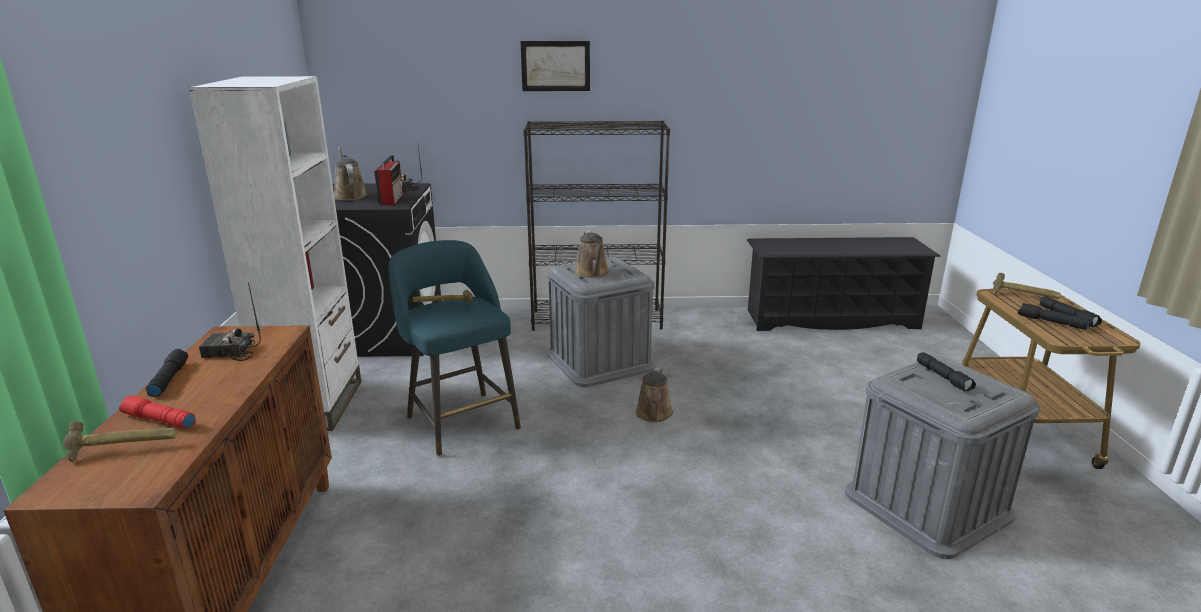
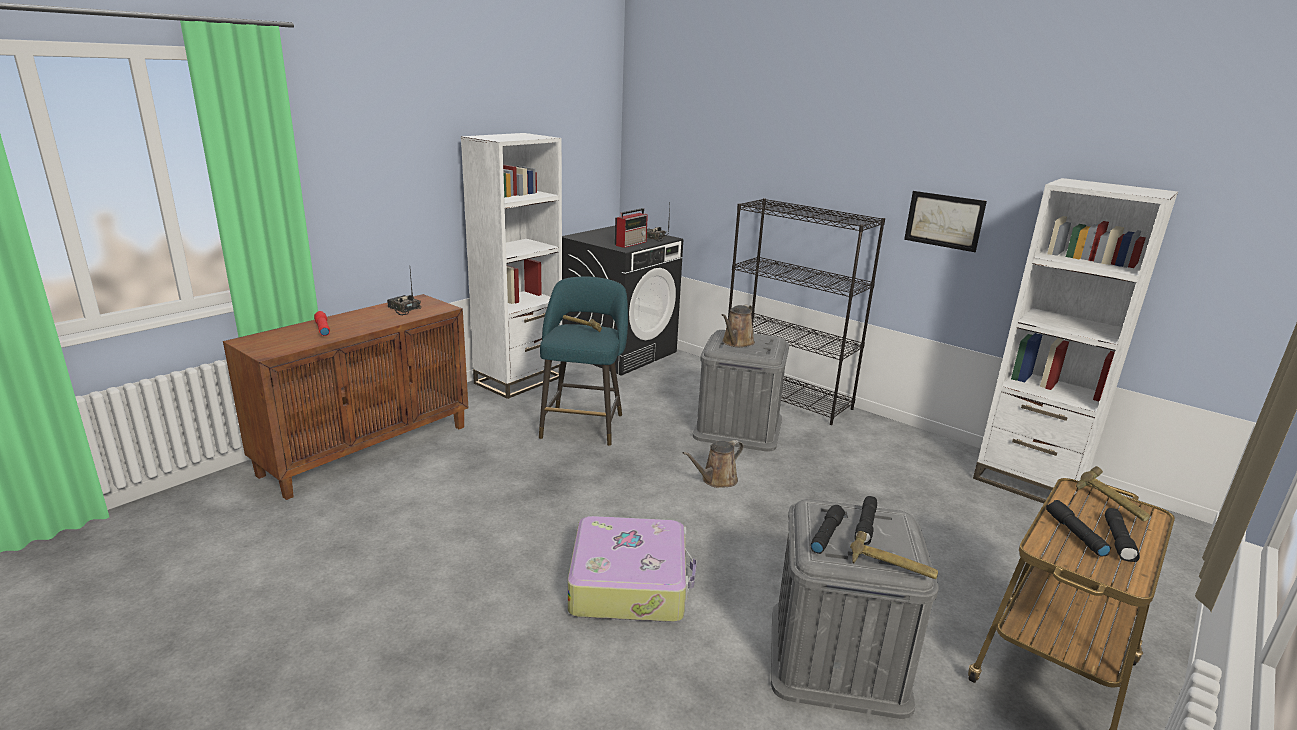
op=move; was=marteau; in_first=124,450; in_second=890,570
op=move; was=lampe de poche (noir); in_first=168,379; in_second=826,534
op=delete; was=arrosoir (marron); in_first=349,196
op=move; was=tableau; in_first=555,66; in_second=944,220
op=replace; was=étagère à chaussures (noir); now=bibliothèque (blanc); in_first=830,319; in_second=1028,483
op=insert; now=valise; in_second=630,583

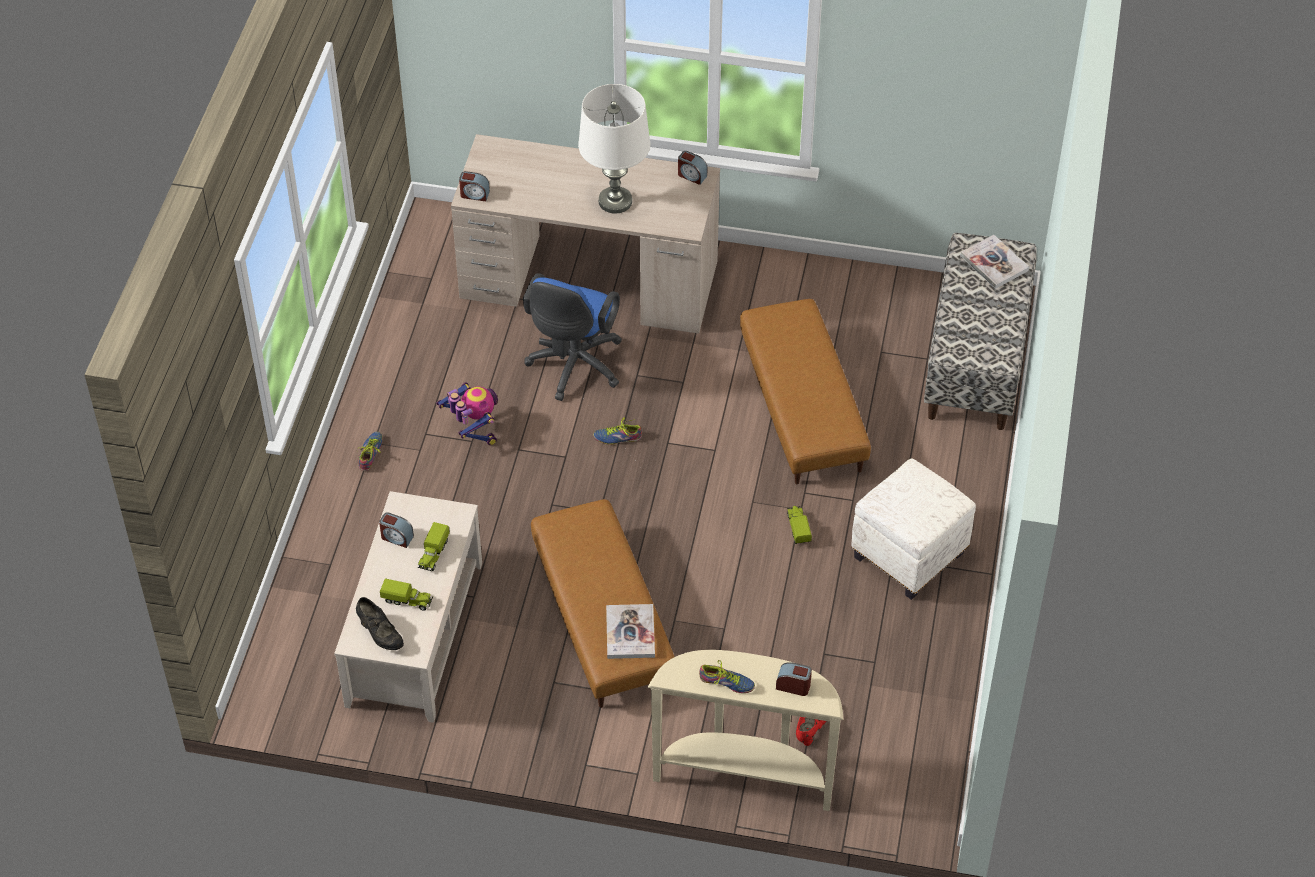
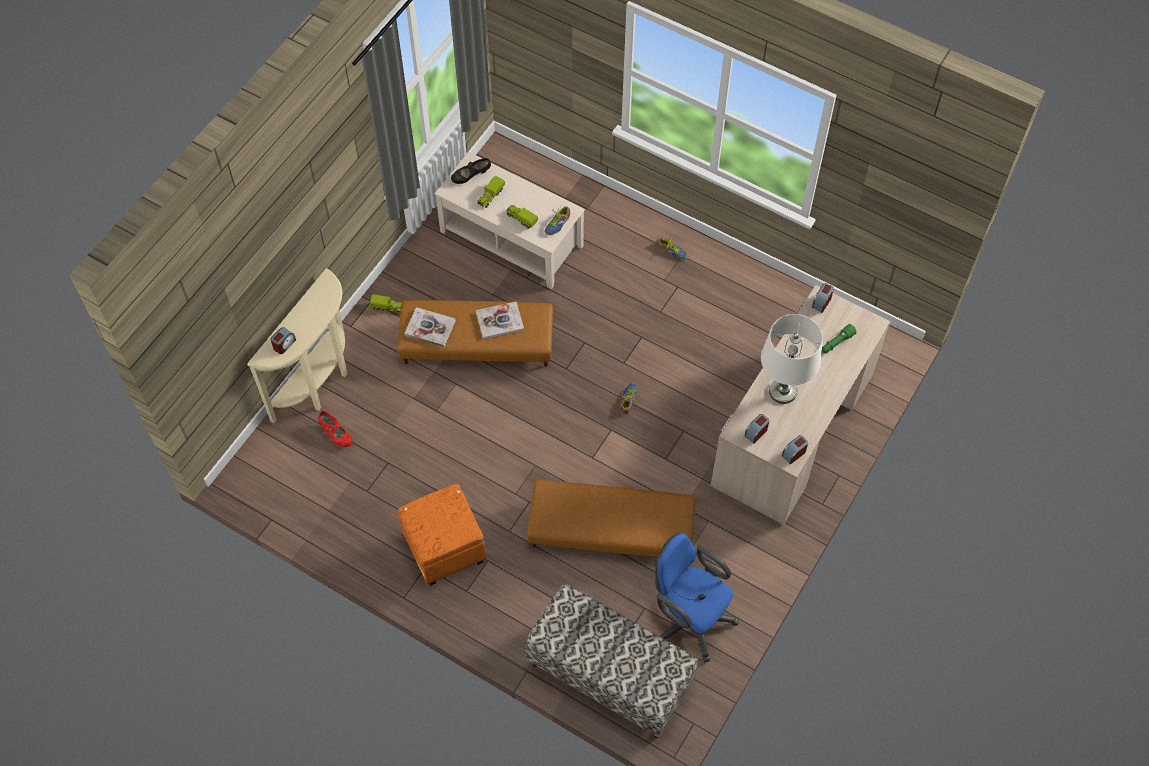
op=move; was=réveil; in_first=396,537; in_second=756,432
op=delete; was=robot jouet; in_first=472,430
op=move; was=chaise de bureau (bleu); in_first=573,368; in_second=689,618
op=move; was=chaussure; in_first=726,684; in_second=556,223
op=move; was=camion jouet; in_first=798,529; in_second=388,307
op=recolor; was=pouf (blanc); now=pouf (orange); in_first=909,554; in_second=445,549
op=move; was=livre; in_first=994,263; in_second=500,321
op=insert; now=lampe de poche (vert); in_second=836,343

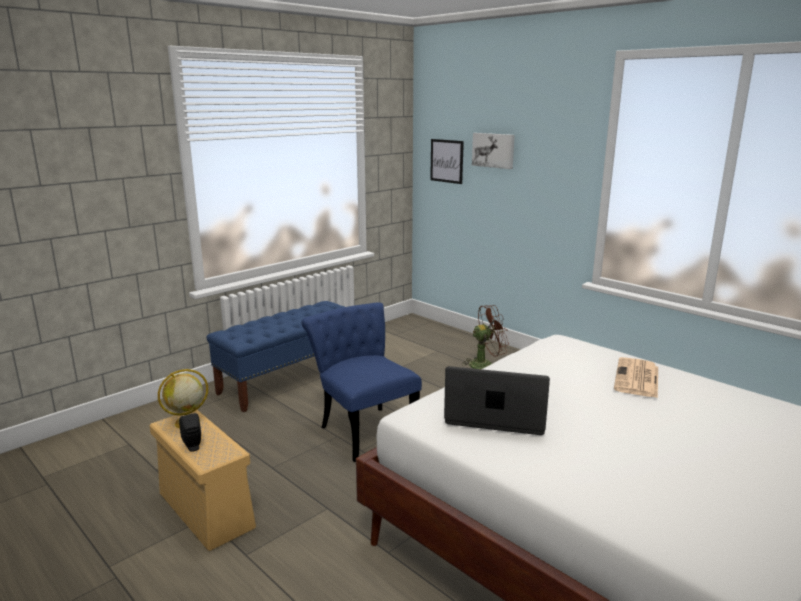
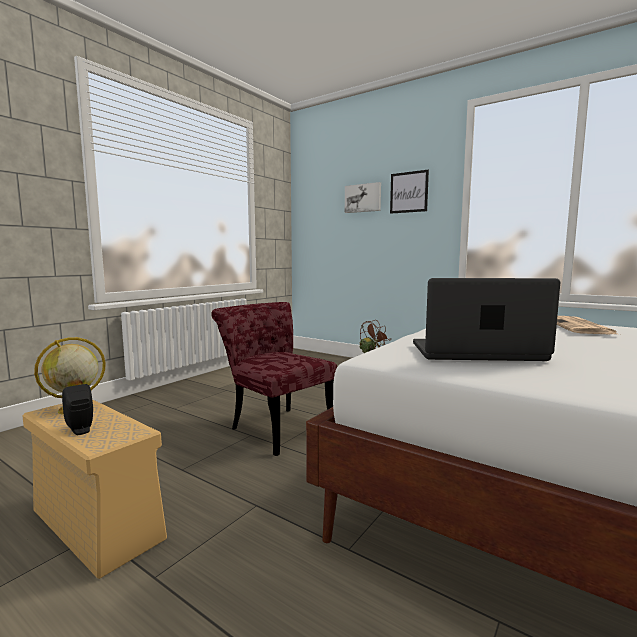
op=delete; was=banc (bleu); in_first=289,380
op=recolor; was=chaise (bleu); now=chaise (rouge); in_first=363,428; in_second=276,426
op=move; was=tableau; in_first=446,161; in_second=409,192

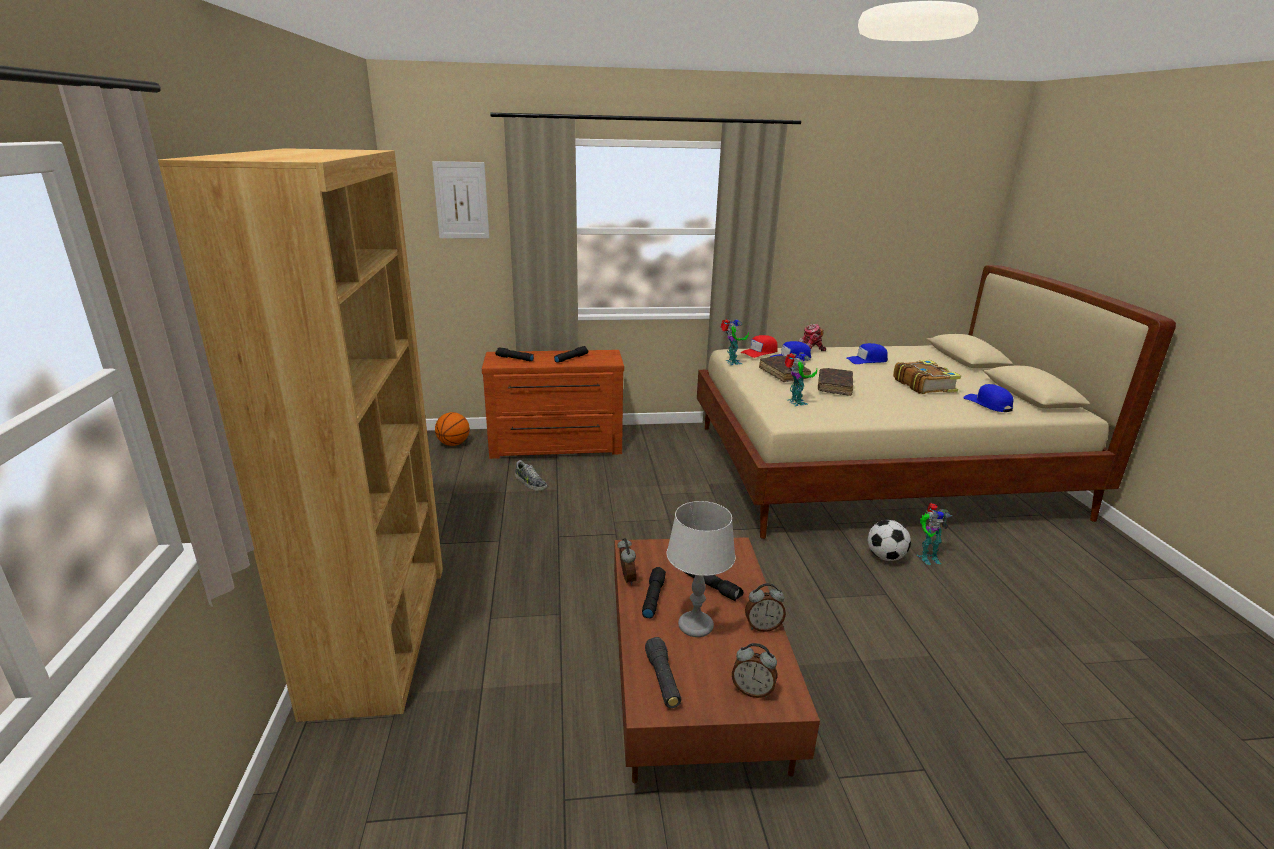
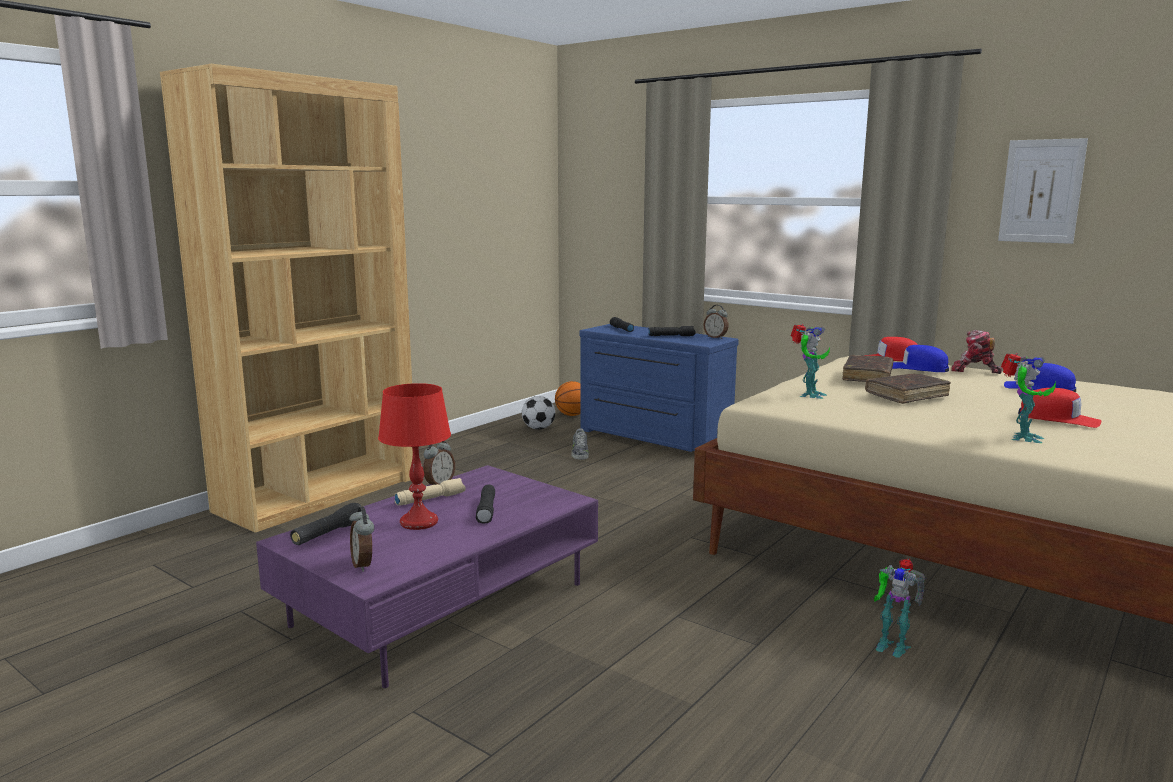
op=move; was=tableau; in_first=461,200; in_second=1041,191
op=recolor; was=commode (marron); now=commode (bleu); in_first=556,447; in_second=652,438
op=recolor; was=table basse (marron); now=table basse (violet); in_first=692,679; in_second=441,603
op=recolor; was=lampe de poche (noir); now=lampe de poche (beige); in_first=652,597; in_second=430,499
op=recolor; was=lampe de table (gris); now=lampe de table (rouge); in_first=695,626; in_second=418,522
op=move; was=robot jouet; in_first=731,362; in_second=1022,438
op=move; was=réveil; in_first=763,626; in_second=715,337
op=move; was=ballon de foot; in_first=885,557; in_second=538,428
op=replace; was=livre; now=casquette (rouge); in_first=924,385; in_second=1059,419
op=delete; was=casquette (bleu); in_first=988,404

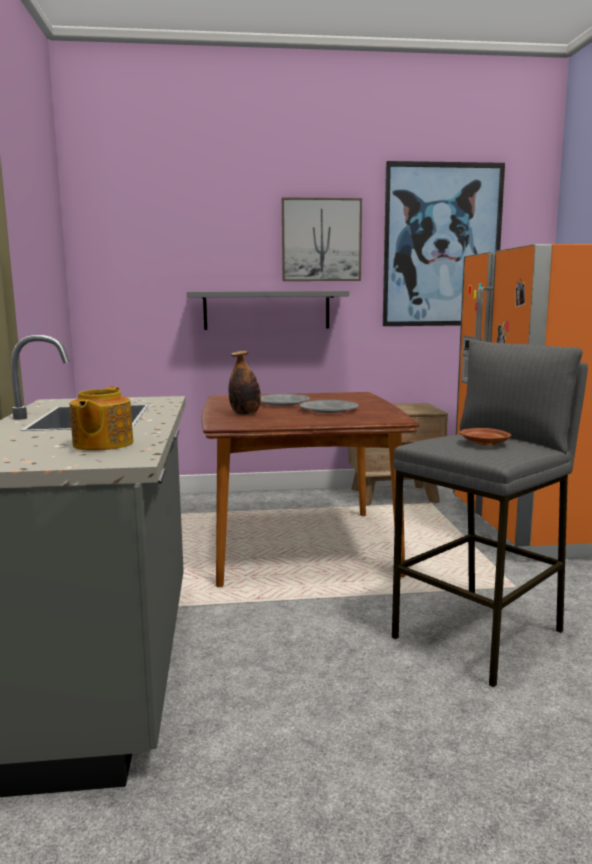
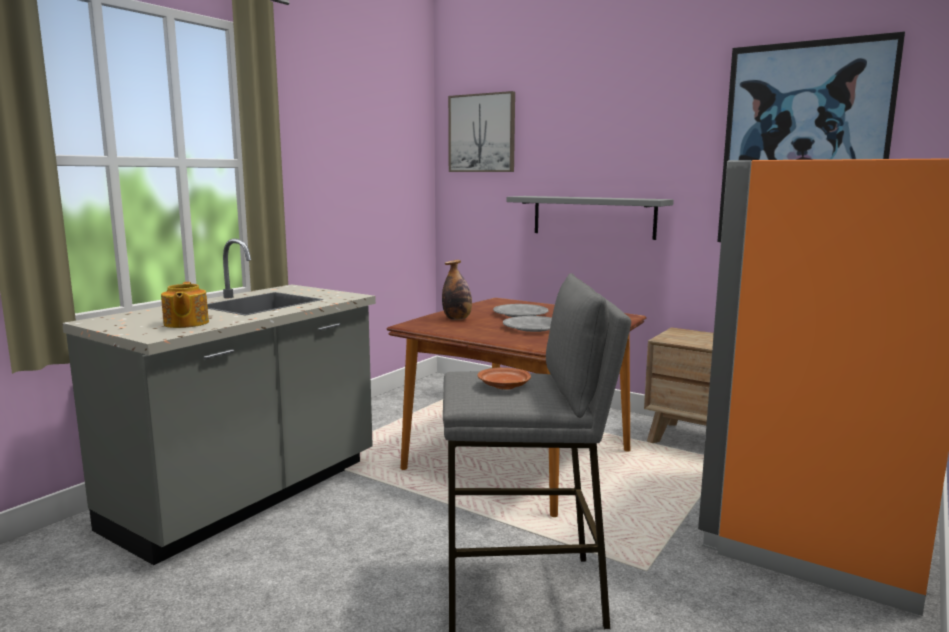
op=rotate; was=théière; in_first=102,444; in_second=185,323; clockwise=-60
op=move; was=tableau; in_first=321,240; in_second=482,133

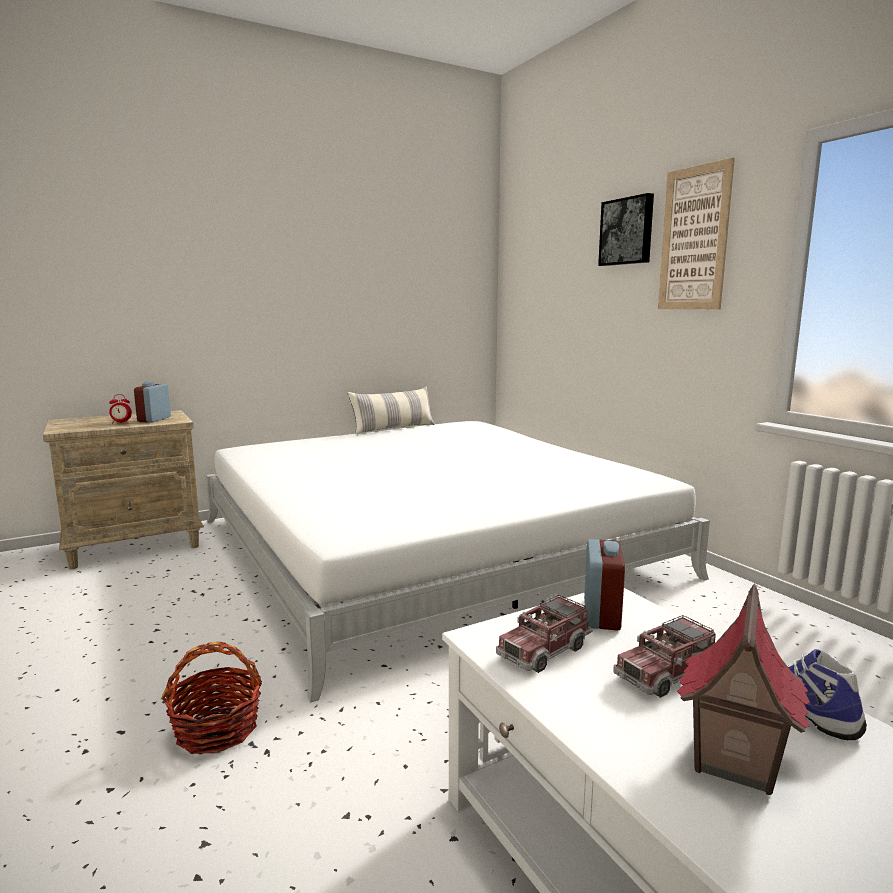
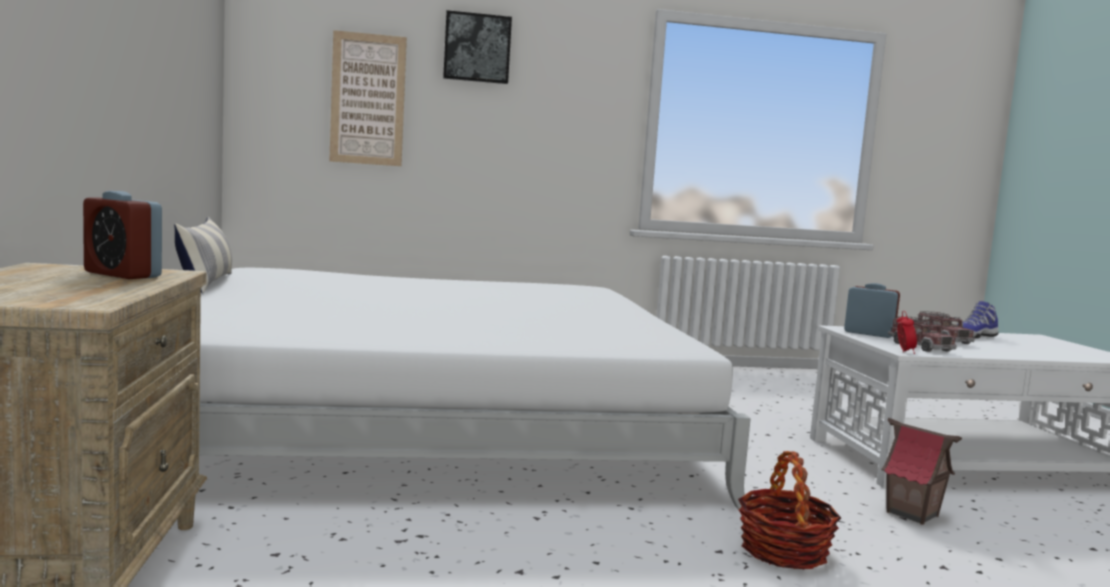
op=move; was=réveil; in_first=121,423; in_second=904,352
op=move; was=tableau; in_first=694,239; in_second=368,99
op=move; was=maison miniature; in_first=733,761; in_second=912,514

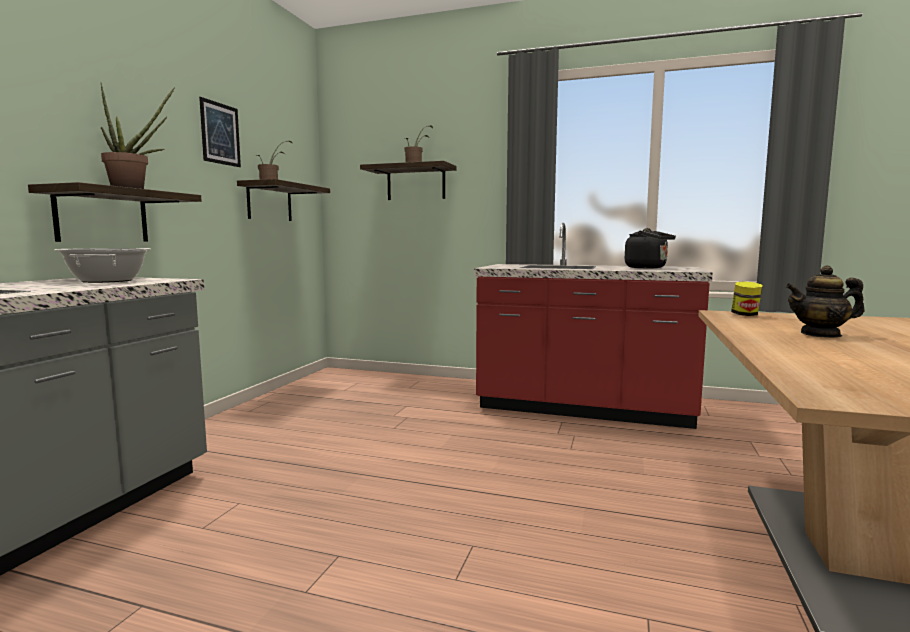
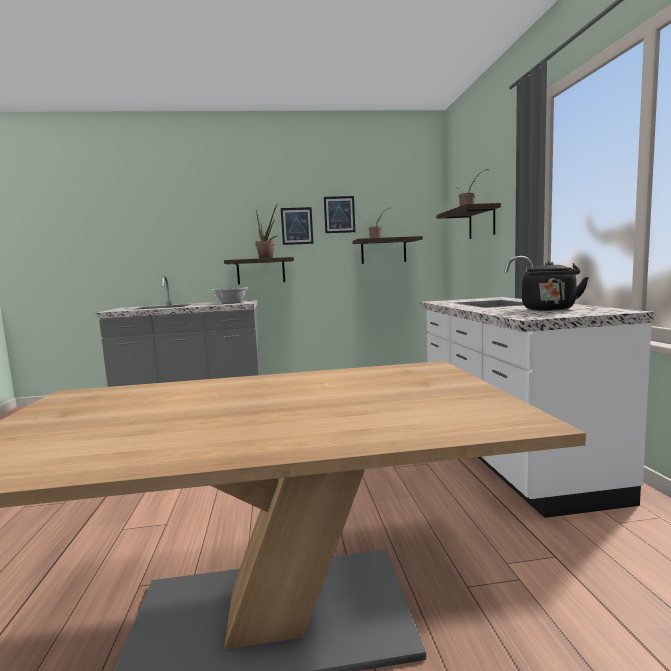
op=recolor; was=comptoir de cuisine (rouge); now=comptoir de cuisine (blanc); in_first=584,408; in_second=508,456
op=delete; was=bocal; in_first=745,315
op=delete; was=théière; in_first=821,334
op=insert; now=tableau; in_second=297,226

